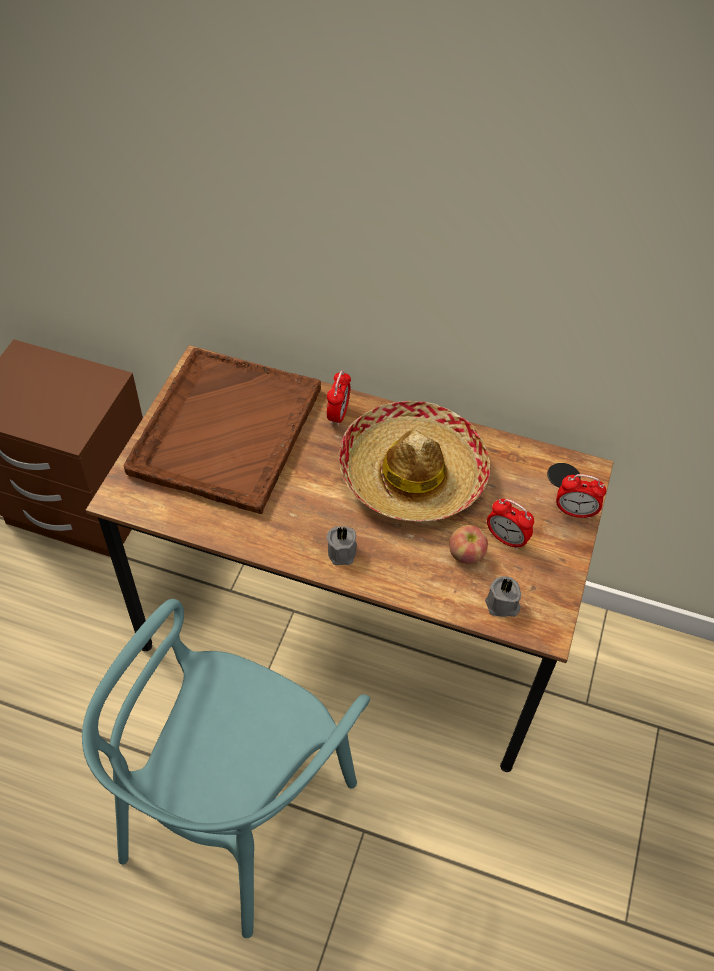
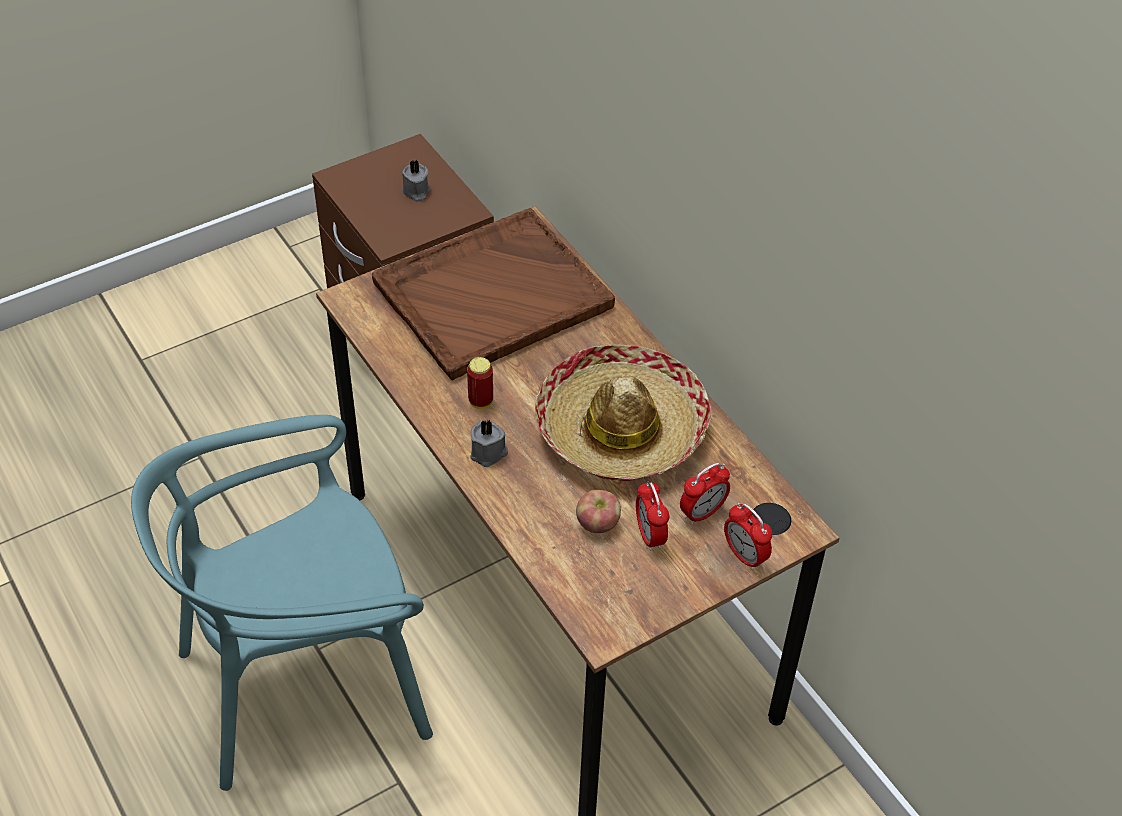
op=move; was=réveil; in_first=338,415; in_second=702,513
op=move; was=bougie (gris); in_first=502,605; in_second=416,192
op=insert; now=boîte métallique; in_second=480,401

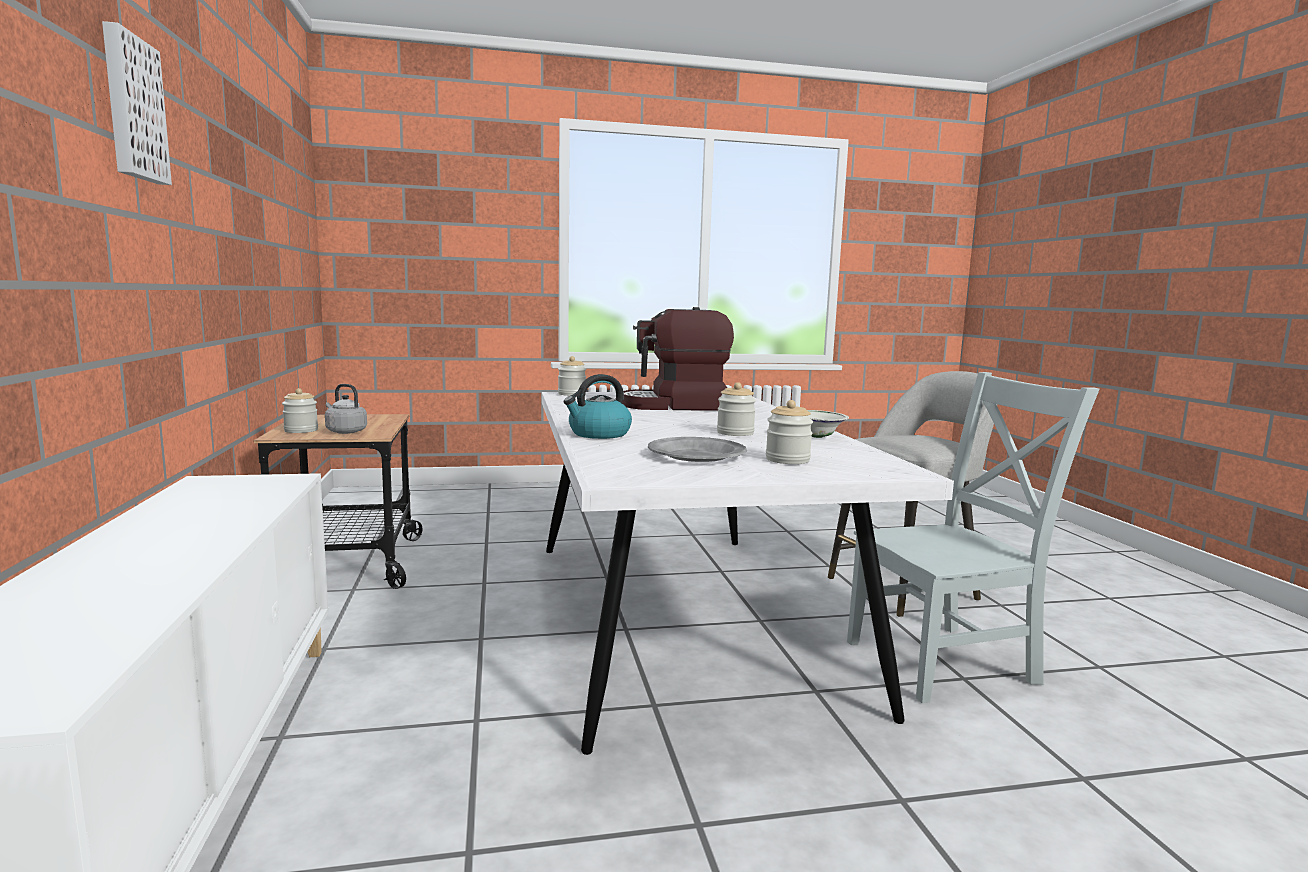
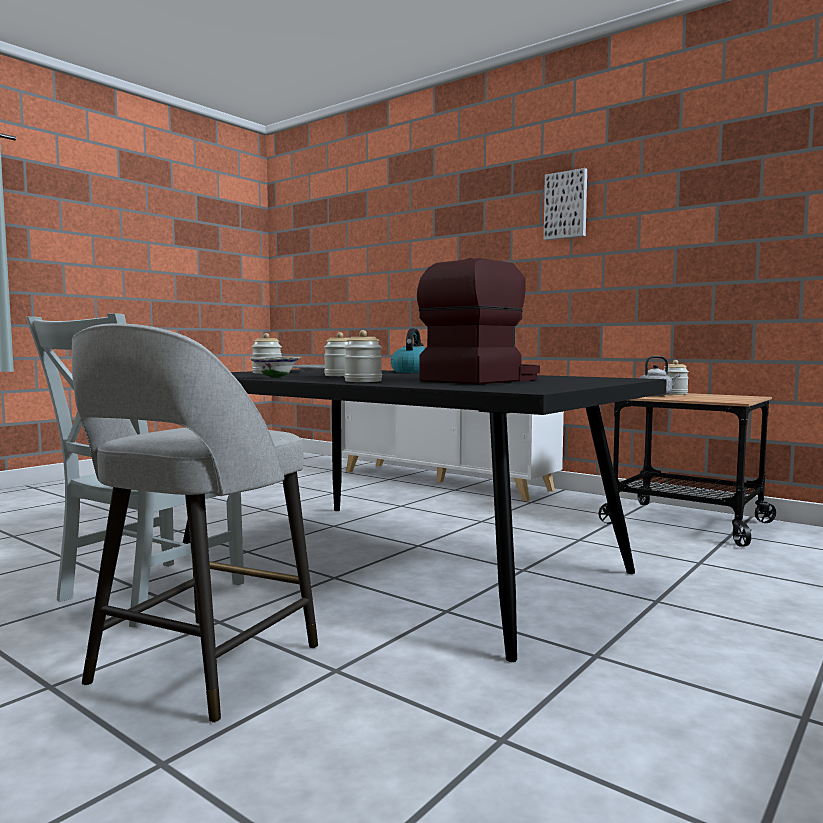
op=recolor; was=table à manger (blanc); now=table à manger (noir); in_first=684,617; in_second=394,562
op=move; was=bocal; in_first=571,394; in_second=363,381

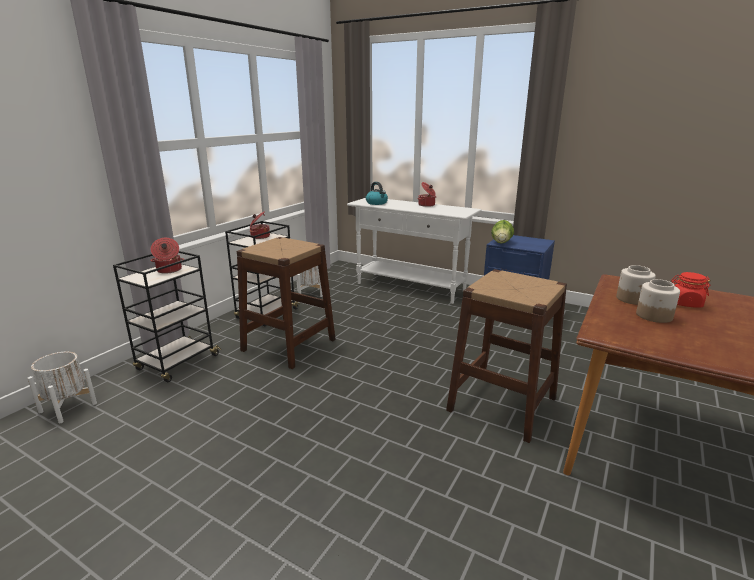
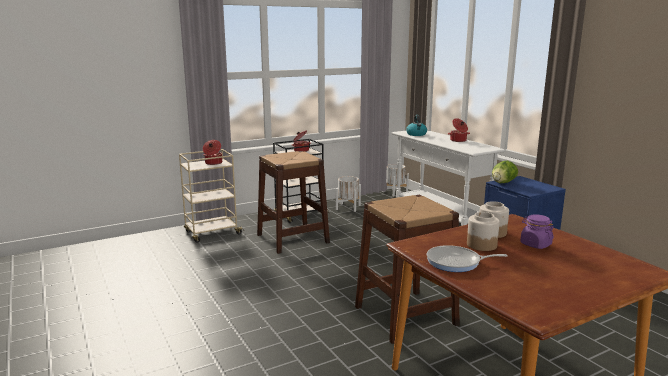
op=move; was=cache-pot (blanc); in_first=67,408; in_second=394,192
op=recolor; was=chariot (noir); now=chariot (beige); in_first=177,363; in_second=212,233
op=recolor; was=bocal (rouge); now=bocal (violet); in_first=685,303; in_second=535,244
op=insert; now=poêle; in_second=456,262

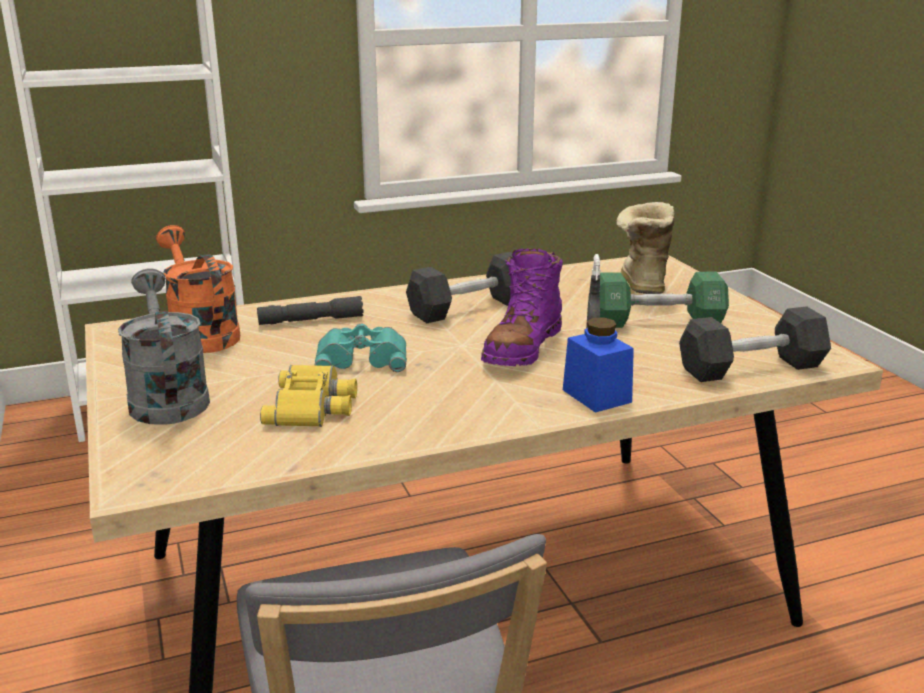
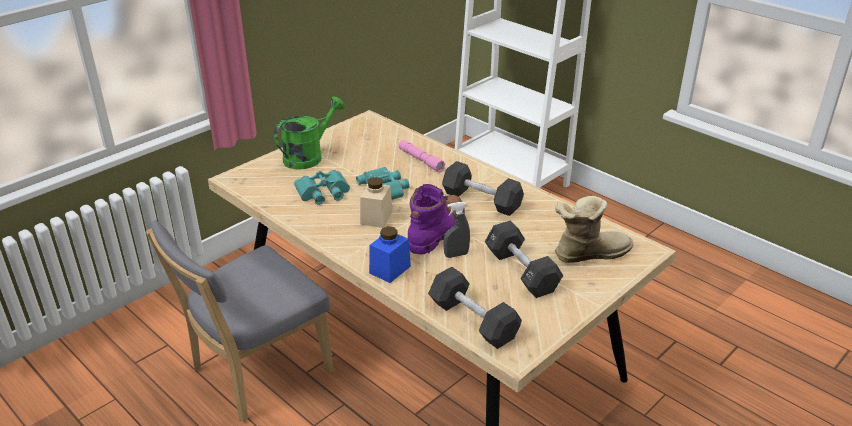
op=recolor; was=arrosoir (gris); now=arrosoir (vert); in_first=166,397; in_second=308,156
op=delete; was=arrosoir (orange); in_first=200,334
op=recolor; was=lampe de poche (gris); now=lampe de poche (rose); in_first=311,320; in_second=421,160
op=recolor; was=jumelles (jaune); now=jumelles (turquoise); in_first=313,406; in_second=323,192
op=rotate; was=botte (violet); in_first=522,348; in_second=437,232; clockwise=120
op=recolor; was=haltère (vert); now=haltère (noir); in_first=657,322; in_second=521,271
op=insert; now=bocal (beige); in_second=376,217

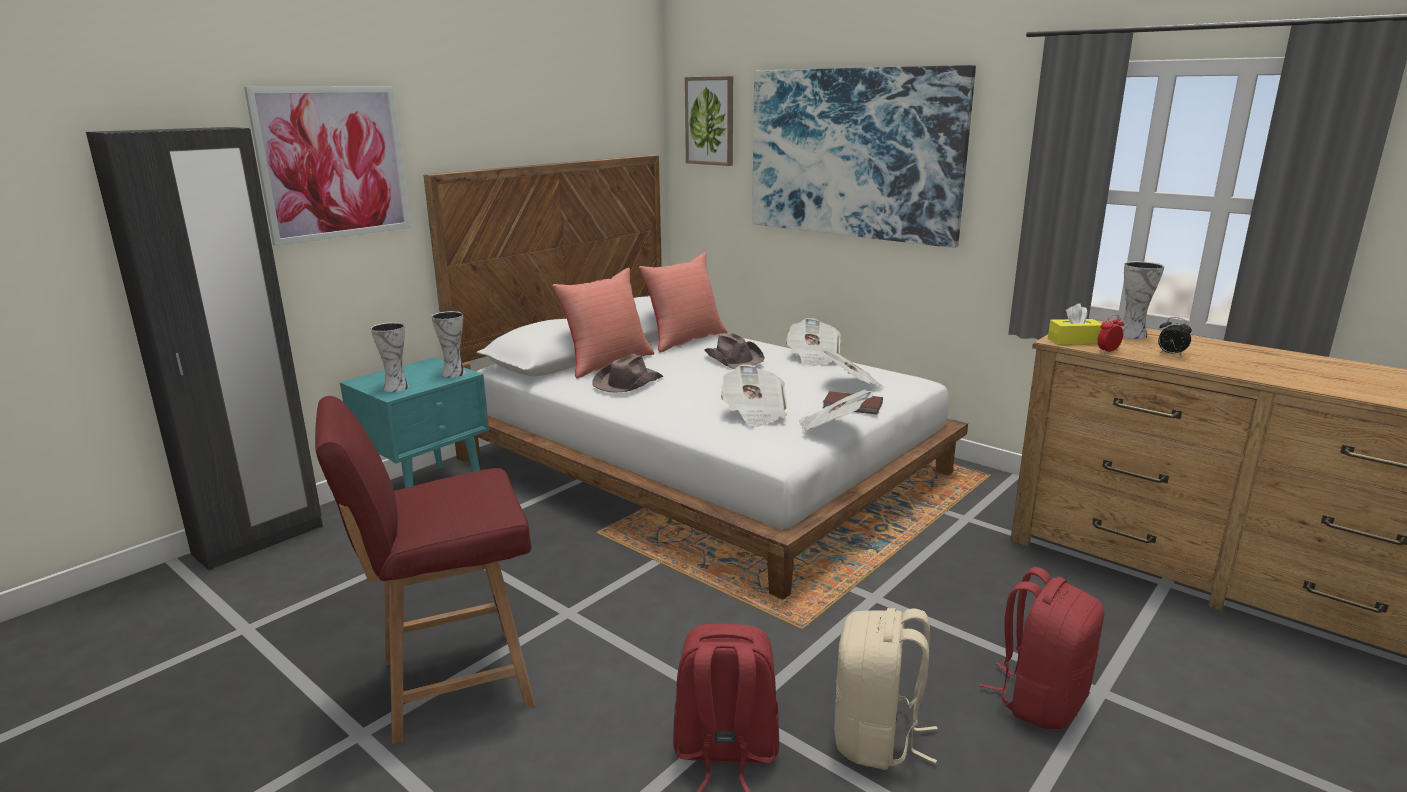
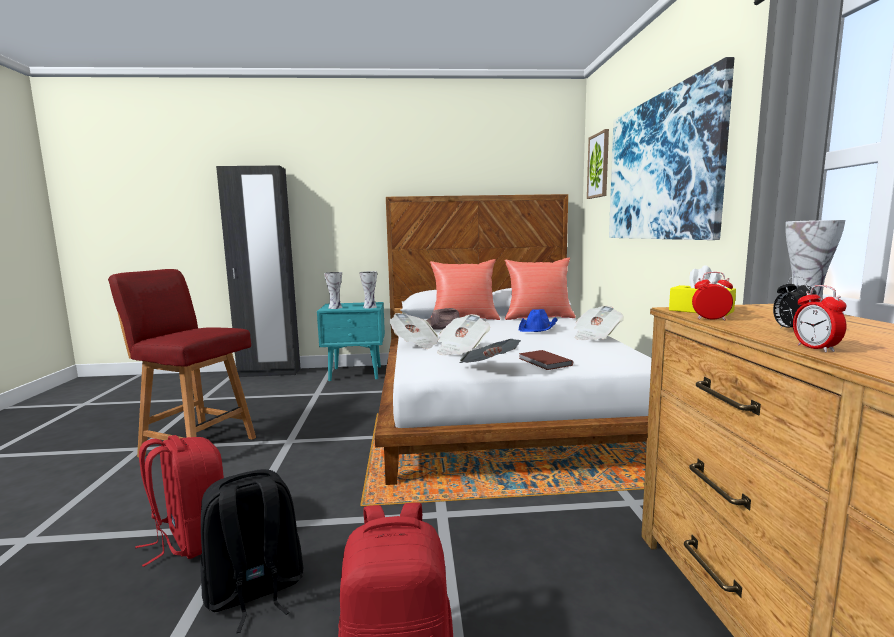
op=delete; was=tableau; in_first=333,163
op=recolor; was=chapeau (marron); now=chapeau (bleu); in_first=734,358; in_second=538,328
op=move; was=journal; in_first=852,385; in_second=415,344
op=recolor; was=sac à dos (beige); now=sac à dos (noir); in_first=877,738; in_second=254,592
op=insert; now=réveil; in_second=815,348

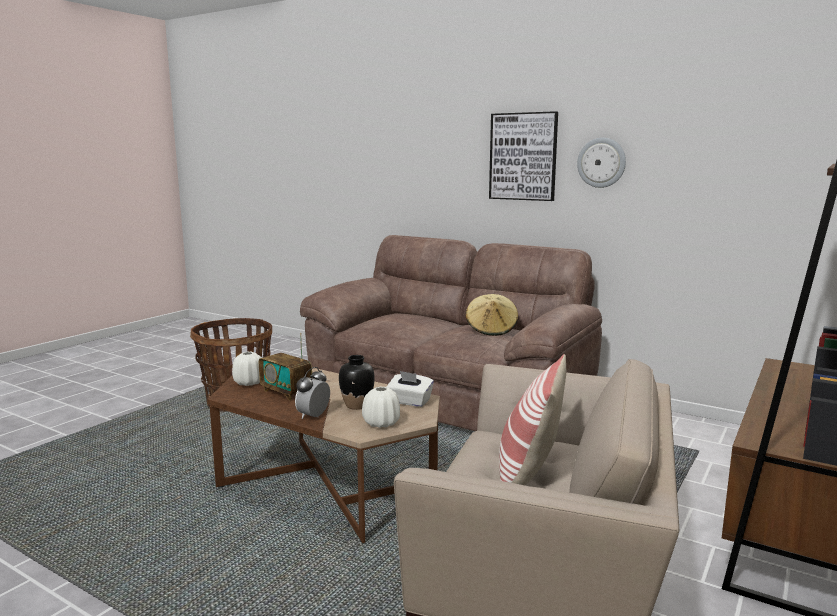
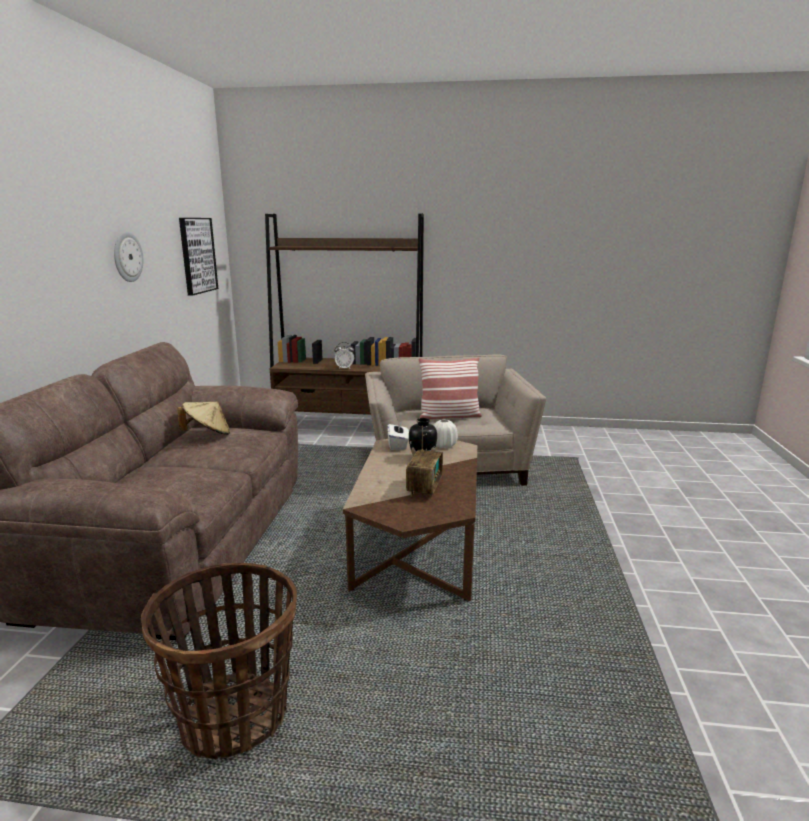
op=delete; was=vase (blanc); in_first=249,383
op=move; was=réveil; in_first=313,416; in_second=345,368
op=move; was=tableau; in_first=523,156; in_second=197,255

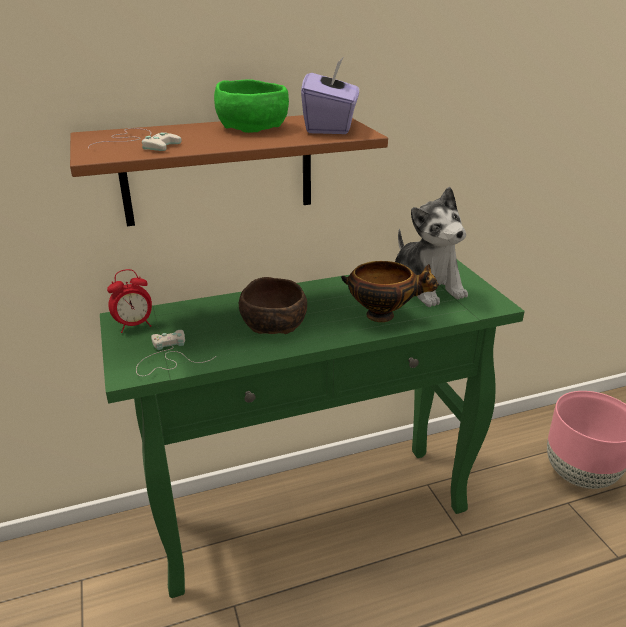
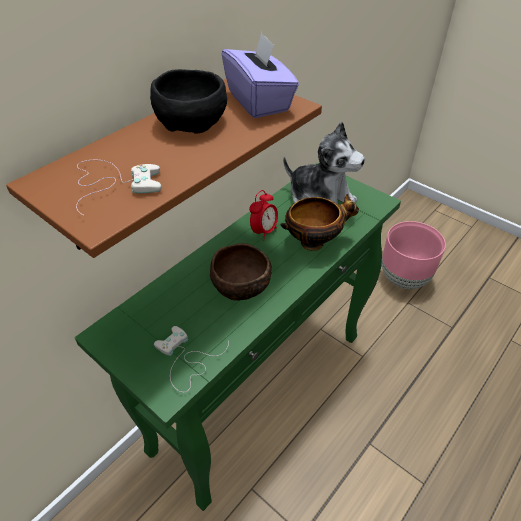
op=move; was=réveil; in_first=134,326; in_second=264,231
op=recolor; was=bol (vert); now=bol (noir); in_first=254,127; in_second=193,121

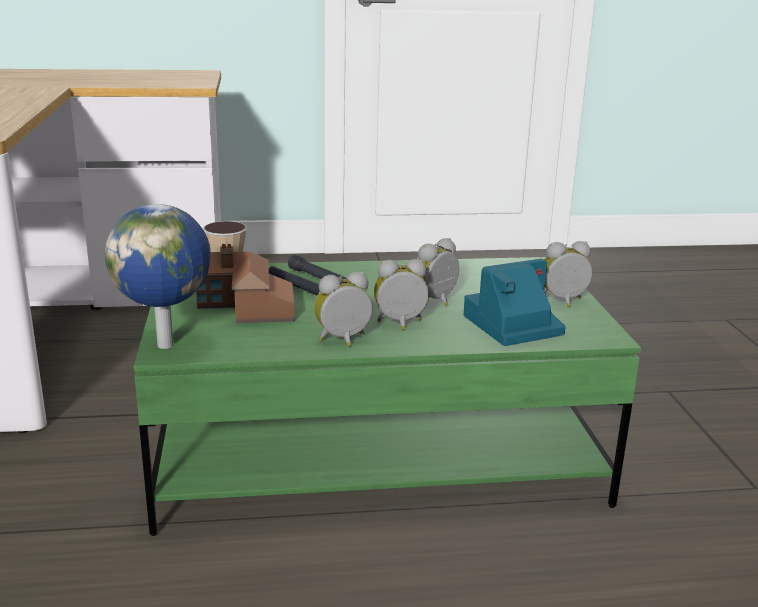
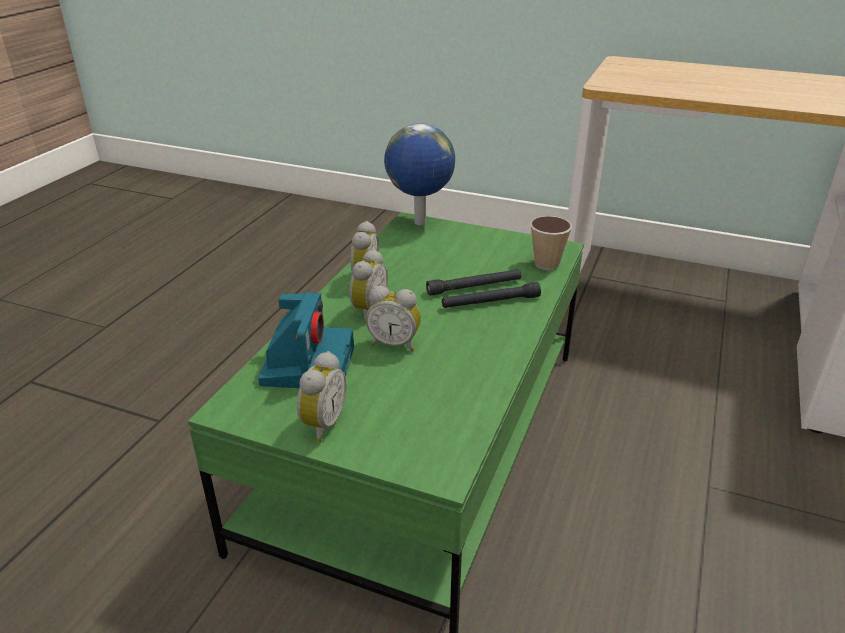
op=delete; was=maison miniature; in_first=245,308
op=rotate; was=réveil; in_first=436,302; in_second=394,343; clockwise=120

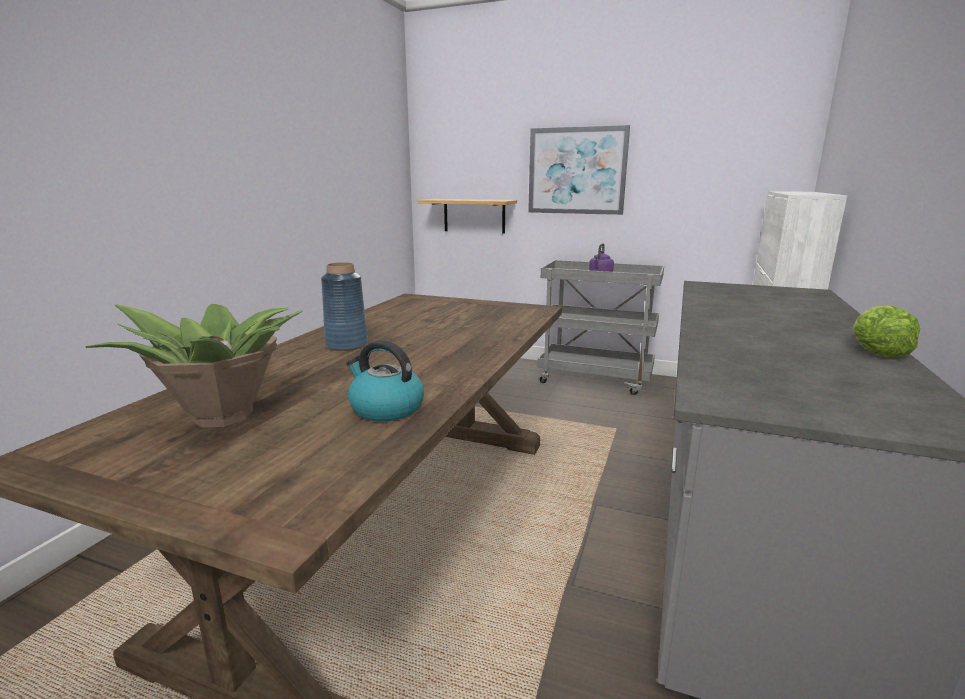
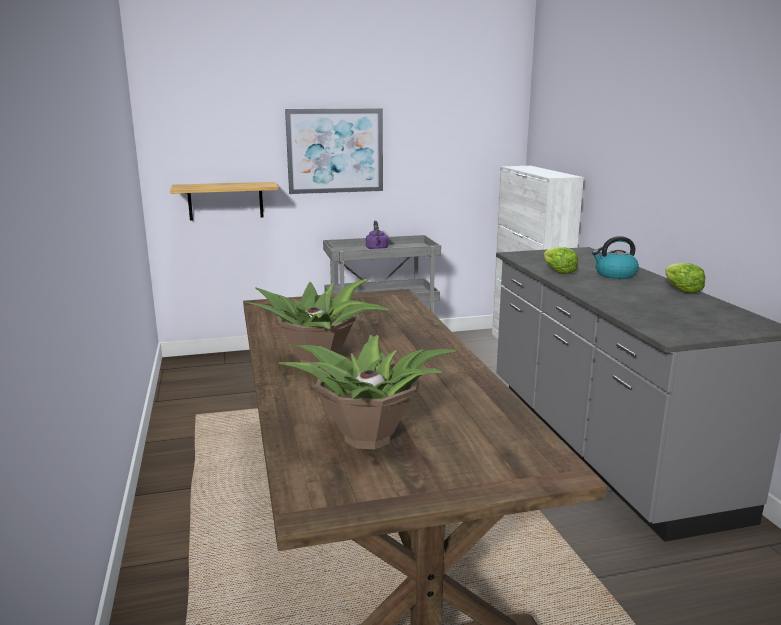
op=replace; was=vase (bleu); now=plante en pot; in_first=346,345; in_second=319,361
op=move; was=bouilloire; in_first=385,408; in_second=615,275
op=insert; now=laitue; in_second=557,271

